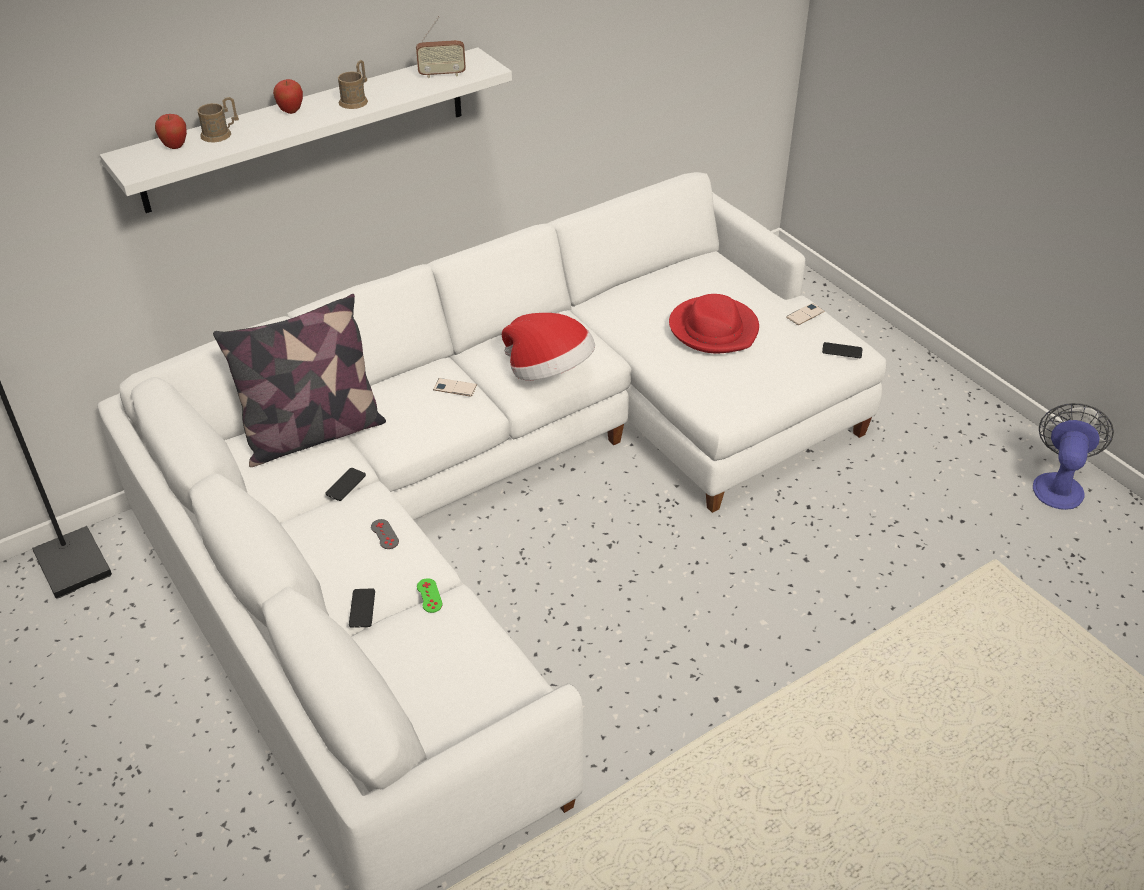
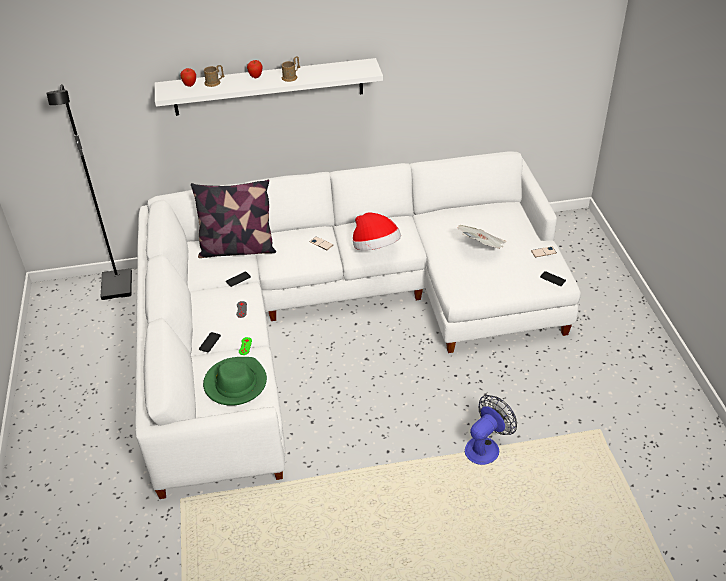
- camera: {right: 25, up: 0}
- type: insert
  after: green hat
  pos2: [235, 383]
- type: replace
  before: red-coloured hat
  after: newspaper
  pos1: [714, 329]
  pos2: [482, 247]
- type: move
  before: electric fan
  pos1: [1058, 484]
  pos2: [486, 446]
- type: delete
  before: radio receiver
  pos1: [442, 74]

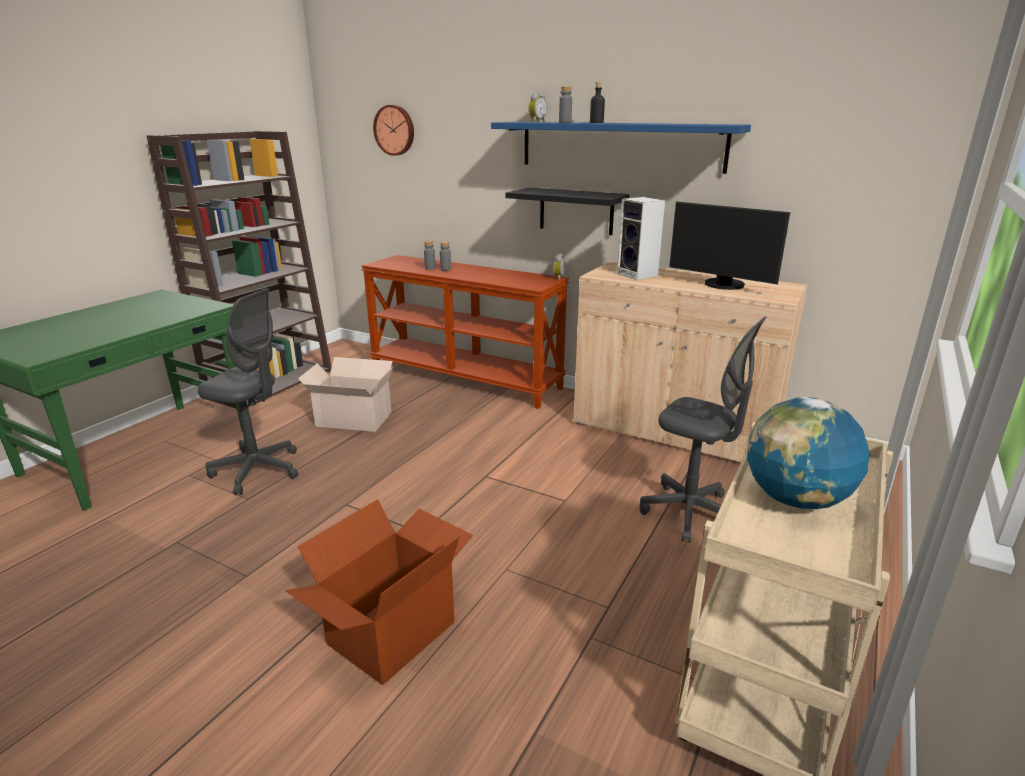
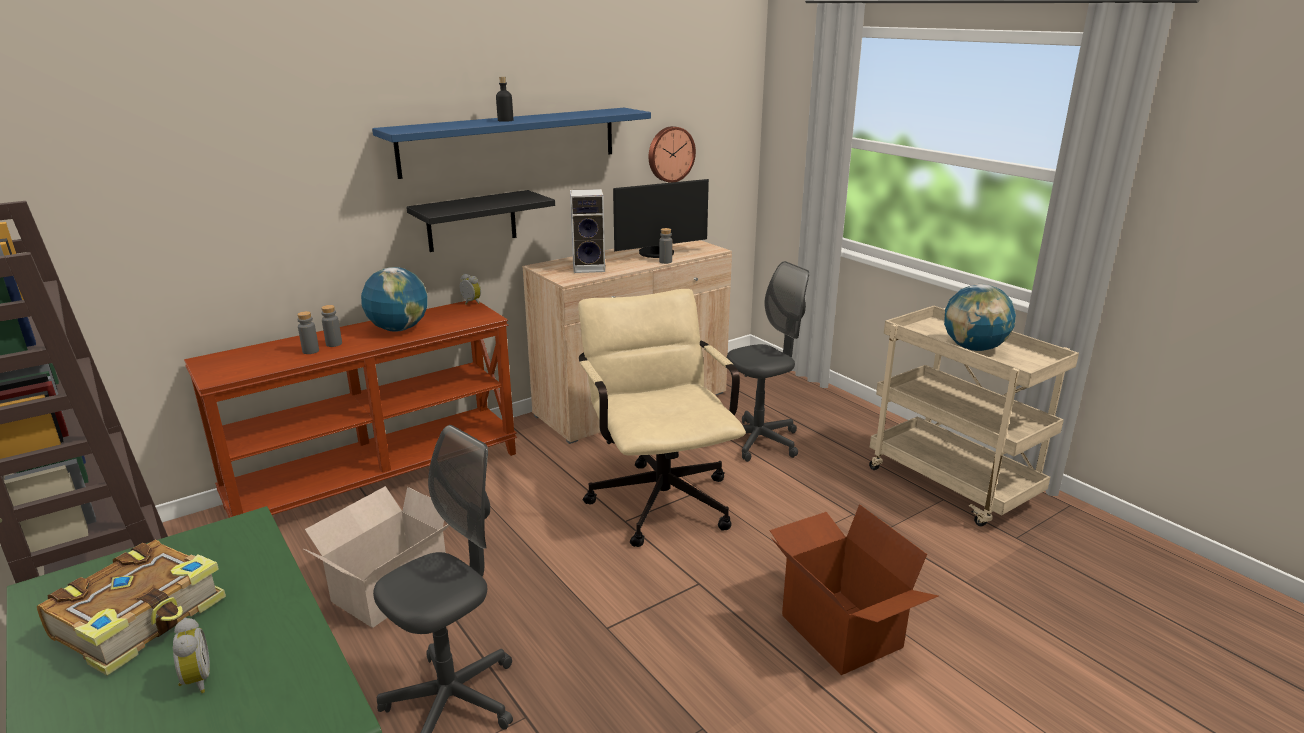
- camera: {right: -65, up: 0}
- type: insert
  after: volume
  pos2: [142, 619]
- type: move
  before: table clock
  pos1: [536, 121]
  pos2: [195, 681]
- type: insert
  after: desk globe
  pos2: [398, 329]
- type: insert
  after: beige office chair
  pos2: [658, 496]
- type: move
  before: clock on the wall
  pos1: [395, 130]
  pos2: [670, 154]
- type: move
  before: grey drink bottle
  pos1: [565, 122]
  pos2: [665, 261]

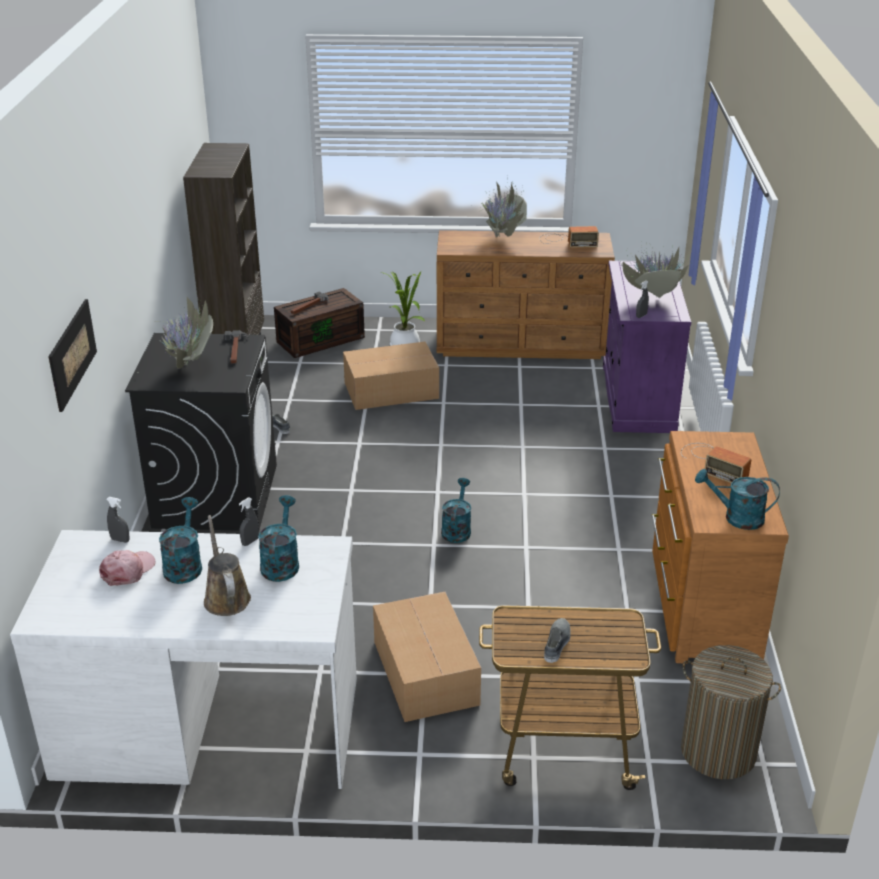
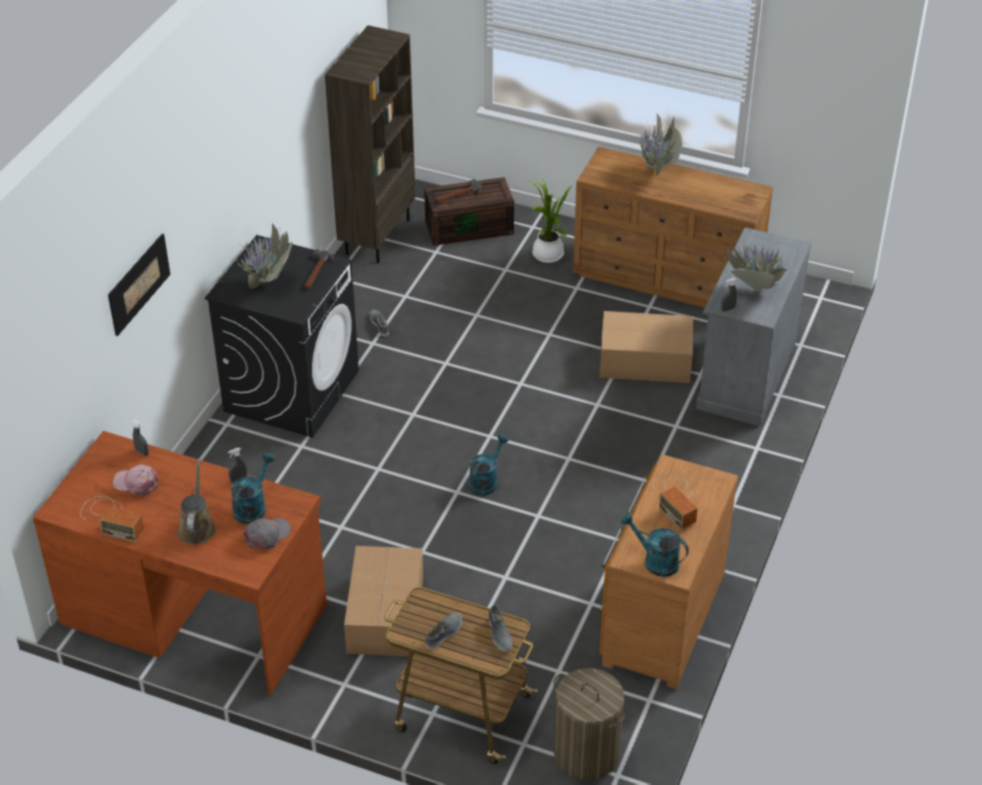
- camera: {right: 20, up: 10}
- type: recolor
  before: white desk unit
  after: brown desk unit
  pos1: [208, 725]
  pos2: [194, 612]
- type: move
  before: radio receiver
  pos1: [566, 241]
  pos2: [111, 518]
- type: rotate
  before: pink peaked cap
  pos1: [128, 571]
  pos2: [136, 483]
  turn: -120
- type: insert
  after: grey peaked cap
  pos2: [267, 535]
- type: insert
  after: grey shoe
  pos2: [499, 633]
- type: move
  before: packing box
  pos1: [389, 390]
  pos2: [643, 360]
- type: recolor
  before: purple storage cabinet
  after: grey storage cabinet
  pos1: [637, 398]
  pos2: [746, 374]
- type: delete
  before: turquoise sprinkling can
  pos1: [184, 565]

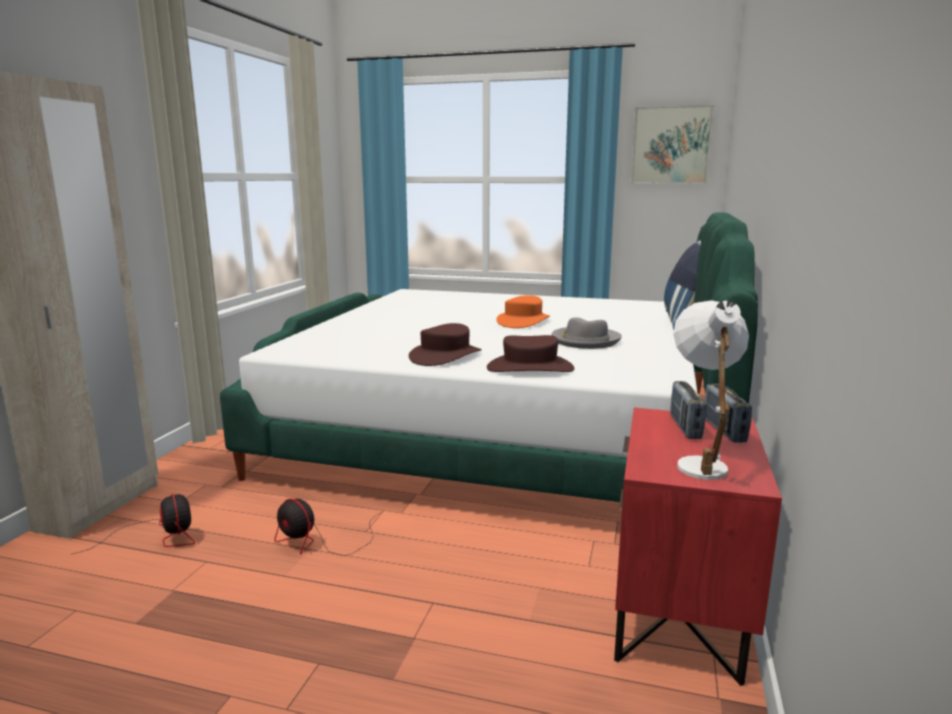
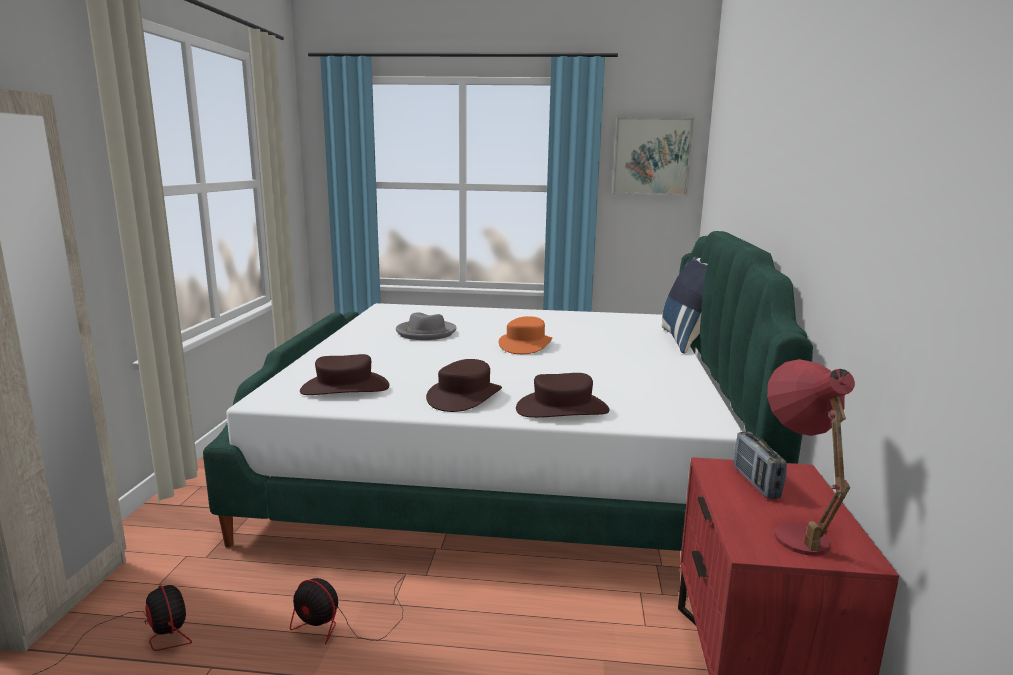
- camera: {right: -10, up: 0}
- type: insert
  after: brown hat
  pos2: [345, 388]
- type: move
  before: grey hat
  pos1: [585, 340]
  pos2: [426, 332]
- type: recolor
  before: white lamp for a table
  after: red-coloured lamp for a table
  pos1: [701, 461]
  pos2: [796, 529]
- type: delete
  before: radio receiver
  pos1: [724, 431]

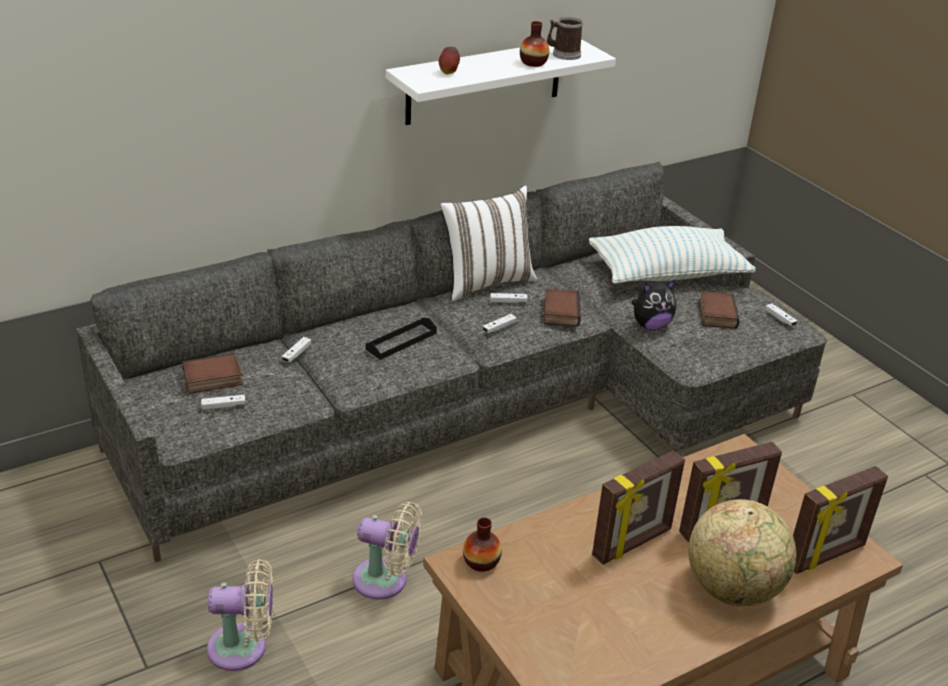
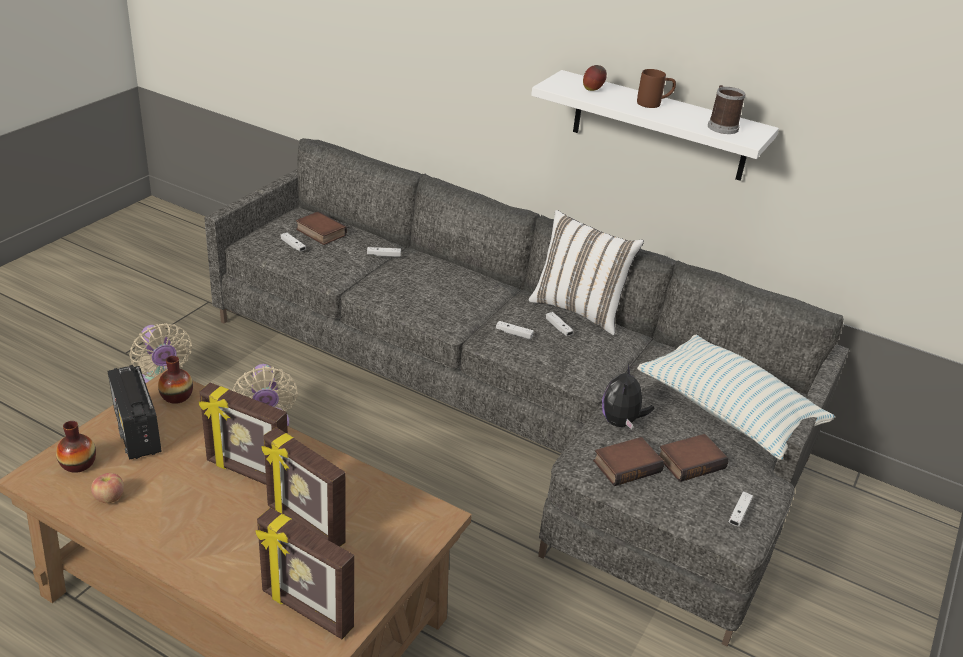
- camera: {right: 60, up: 0}
- type: move
  before: flower vase
  pos1: [533, 63]
  pos2: [78, 464]
- type: insert
  after: whole apple
  pos2: [109, 498]
- type: insert
  after: radio receiver
  pos2: [137, 432]
- type: move
  before: volume
  pos1: [559, 312]
  pos2: [627, 465]
- type: rotate
  before: plush toy
  pos1: [650, 325]
  pos2: [621, 422]
  turn: 60
- type: insert
  after: brown mug
  pos2: [654, 104]
- type: delete
  before: black carrying tray
  pos1: [401, 341]
- type: delete
  before: desk globe
  pos1: [733, 589]

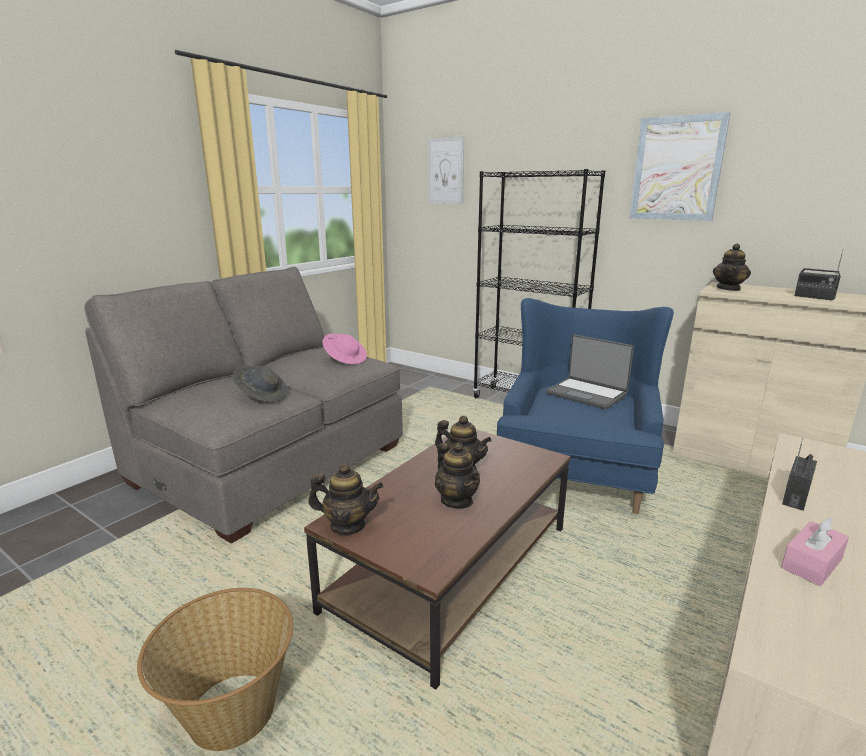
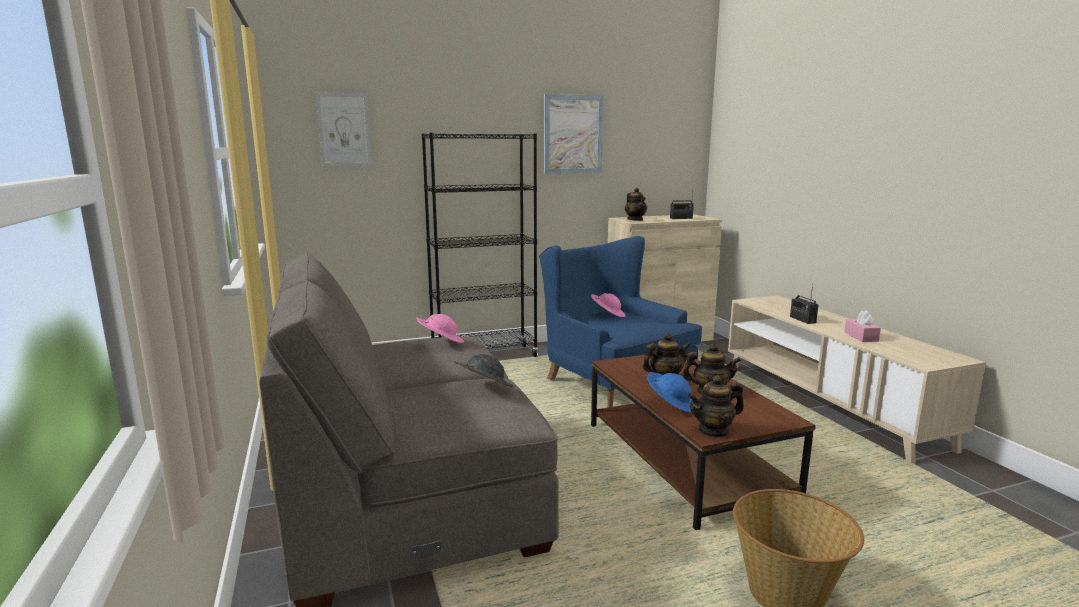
- camera: {right: -55, up: -5}
- type: replace
  before: notebook computer
  after: pink hat
  pos1: [587, 394]
  pos2: [608, 315]
- type: insert
  after: blue-coloured hat
  pos2: [671, 405]
- type: rotate
  before: tea pot
  pos1: [347, 525]
  pos2: [714, 431]
  turn: -150

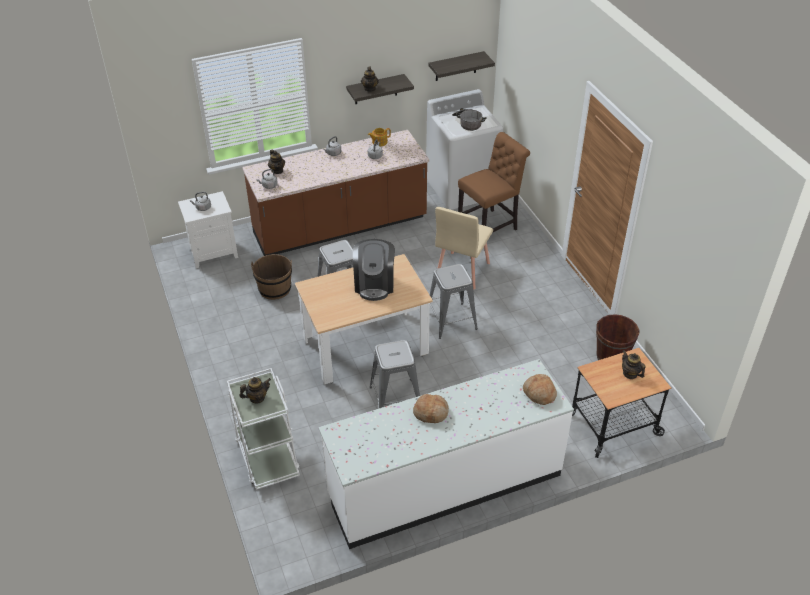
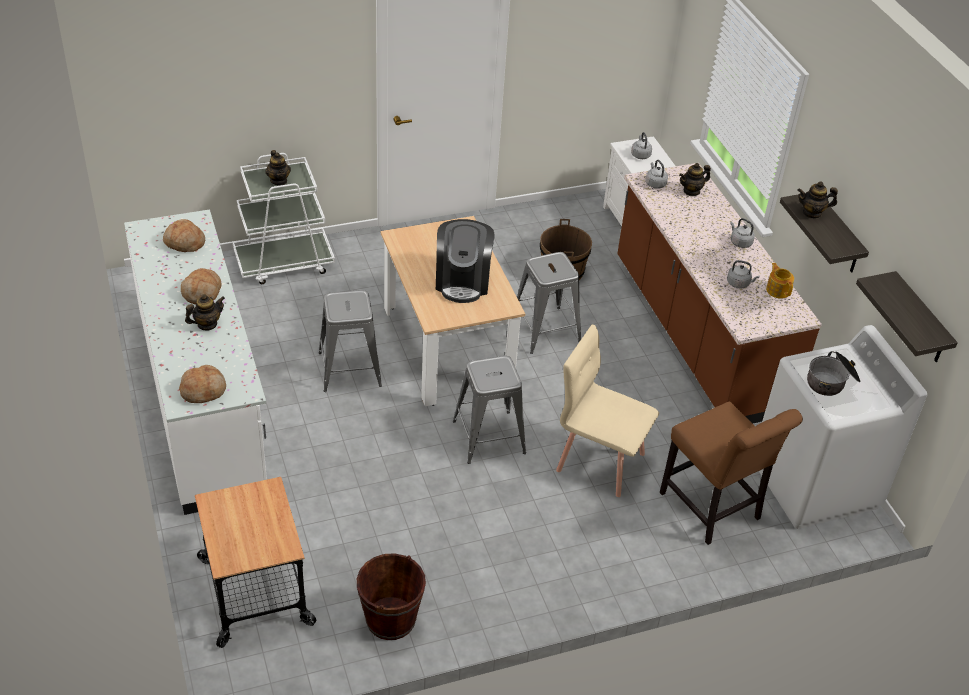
- camera: {right: 90, up: 0}
- type: insert
  after: bread
  pos2: [184, 242]
- type: move
  before: tea pot
  pos1: [630, 374]
  pos2: [207, 324]
- type: rotate
  before: coffee machine
  pos1: [374, 284]
  pos2: [463, 281]
  turn: -90

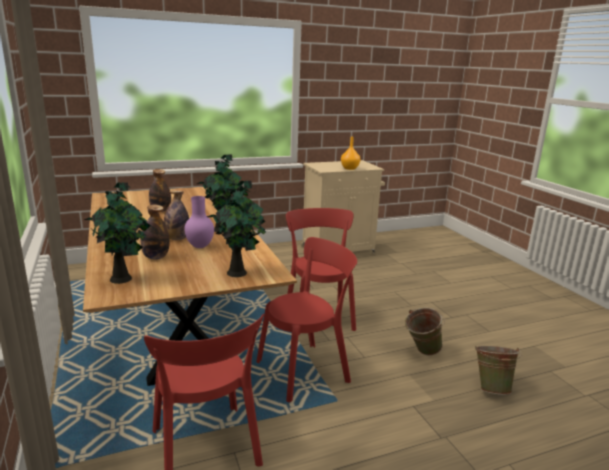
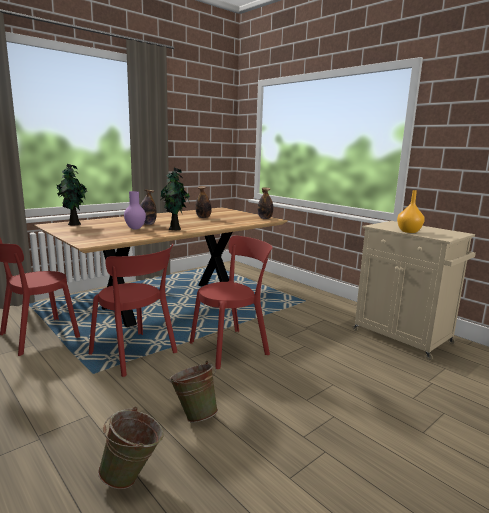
- camera: {right: 70, up: -5}
- type: move
  before: drink bottle
  pos1: [156, 257]
  pos2: [265, 218]
- type: delete
  before: potted plant
  pos1: [238, 272]

